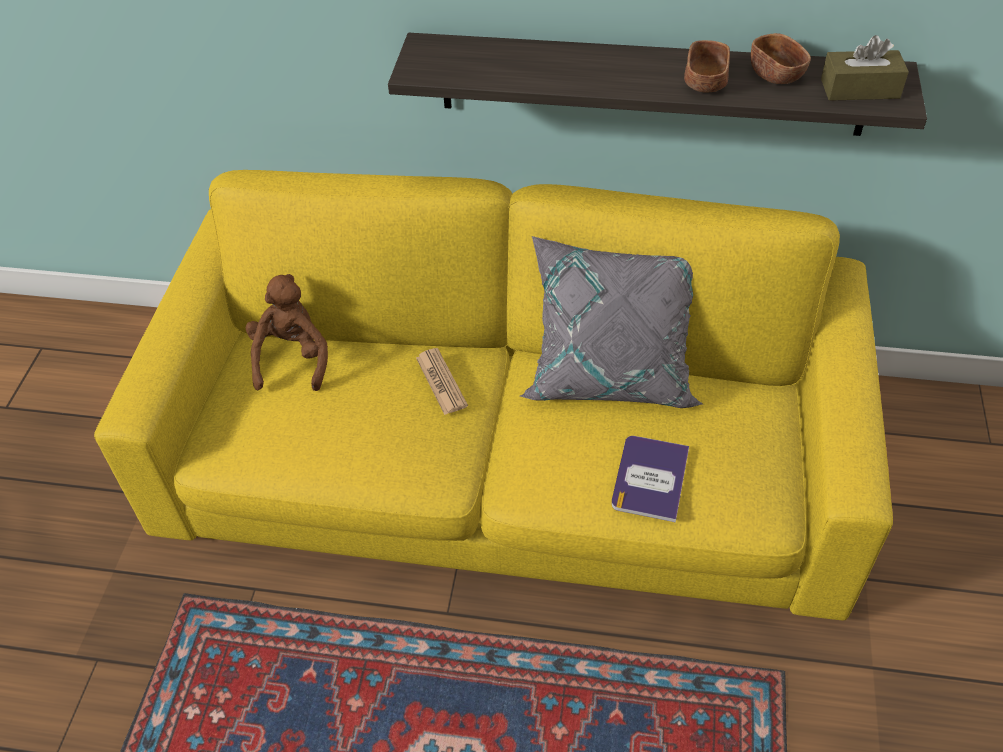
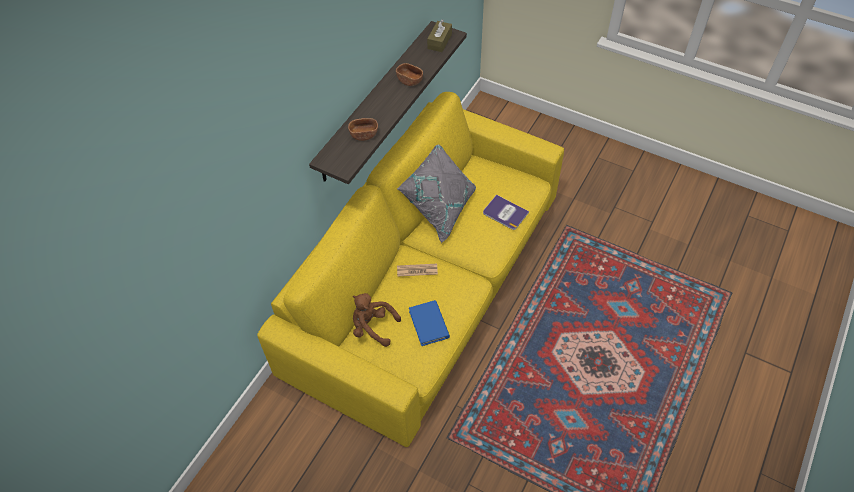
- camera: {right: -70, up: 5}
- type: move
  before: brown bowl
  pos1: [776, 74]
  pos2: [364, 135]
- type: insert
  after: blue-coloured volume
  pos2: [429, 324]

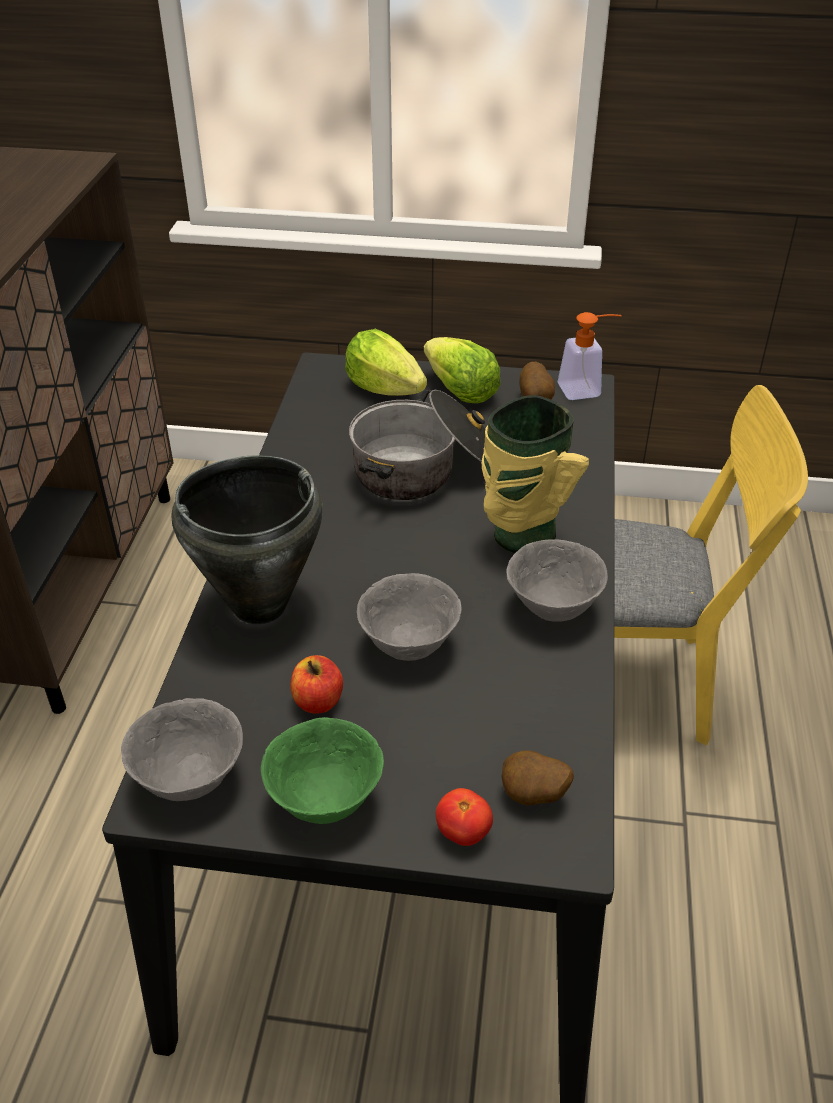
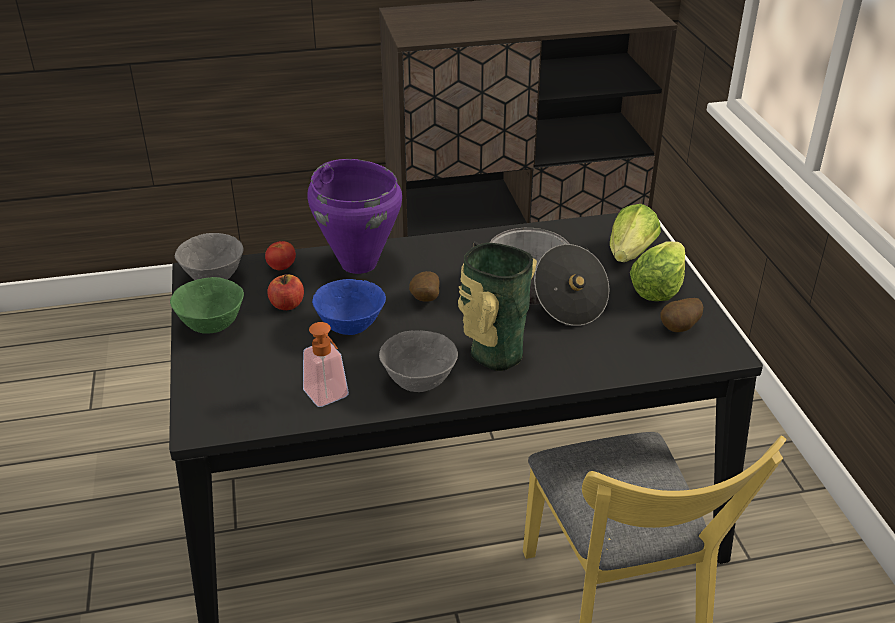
- camera: {right: 70, up: -5}
- type: move
  before: fresh tomato
  pos1: [463, 832]
  pos2: [281, 267]
- type: move
  before: soap dispenser
  pos1: [586, 389]
  pos2: [329, 398]
- type: recolor
  before: black stockpot
  after: purple stockpot
  pos1: [258, 605]
  pos2: [359, 263]
- type: recolor
  before: grey bowl
  after: blue-coloured bowl
  pos1: [409, 644]
  pos2: [351, 328]
- type: move
  before: spud
  pos1: [533, 797]
  pos2: [424, 300]

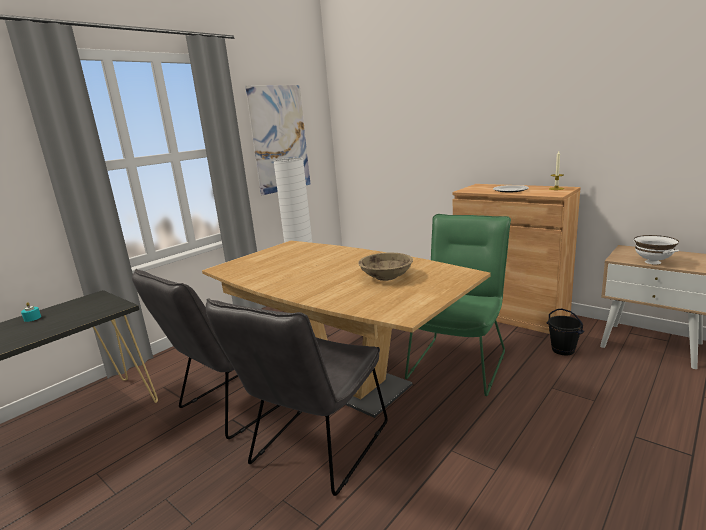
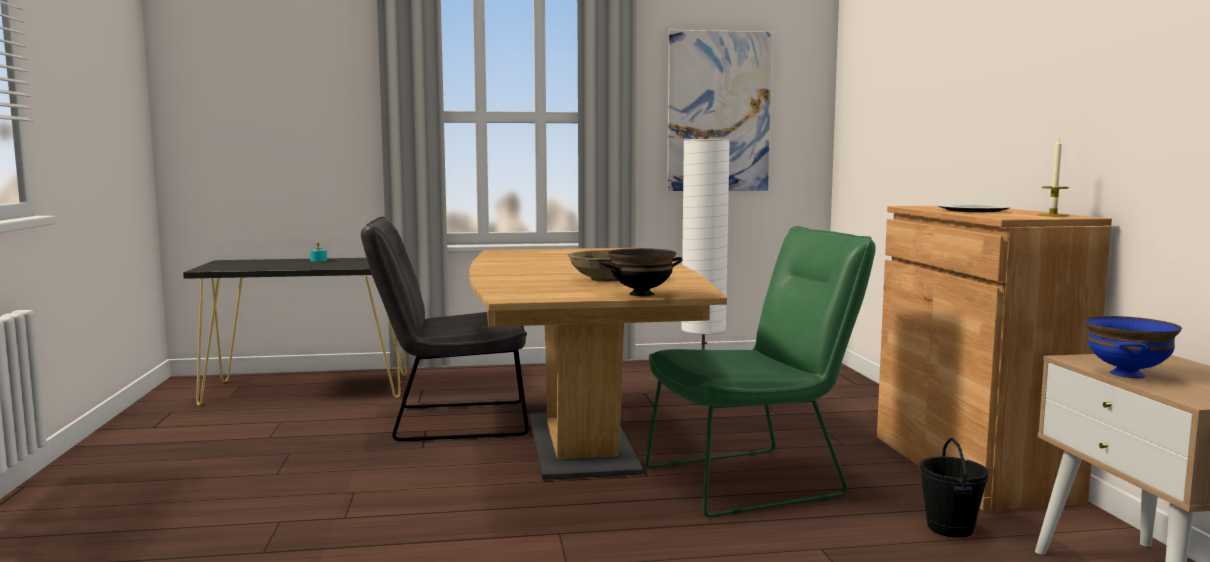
- camera: {right: 40, up: -10}
- type: insert
  after: black bowl
  pos2: [641, 294]
- type: recolor
  before: white bowl
  after: blue-coloured bowl
  pos1: [652, 262]
  pos2: [1126, 374]
- type: delete
  before: grey upright chair
  pos1: [315, 449]

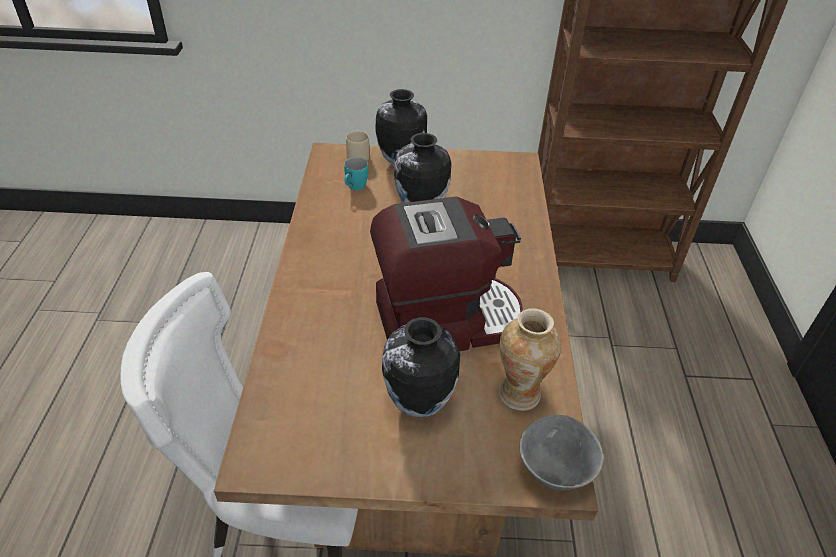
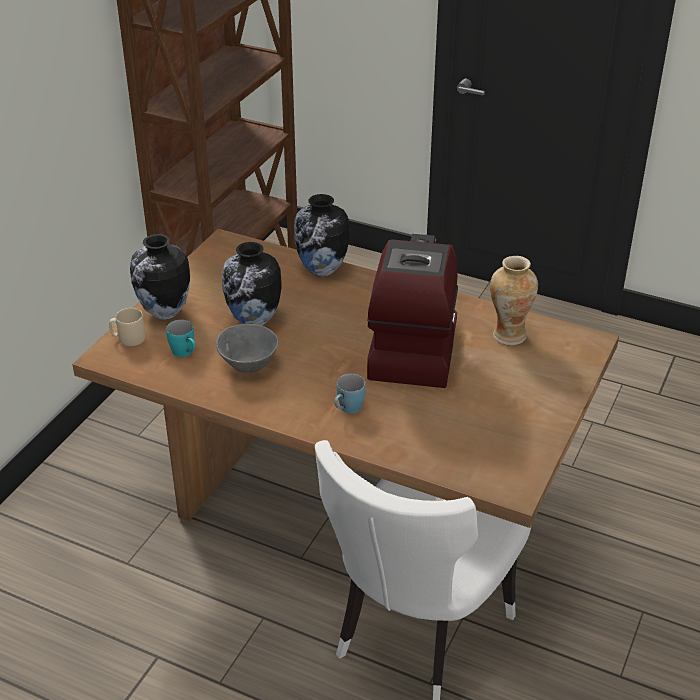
- camera: {right: -65, up: -5}
- type: move
  before: grey bowl
  pos1: [552, 470]
  pos2: [247, 366]
- type: move
  before: flower vase
  pos1: [417, 404]
  pos2: [322, 271]
- type: insert
  after: blue-coloured mug
  pos2: [347, 409]

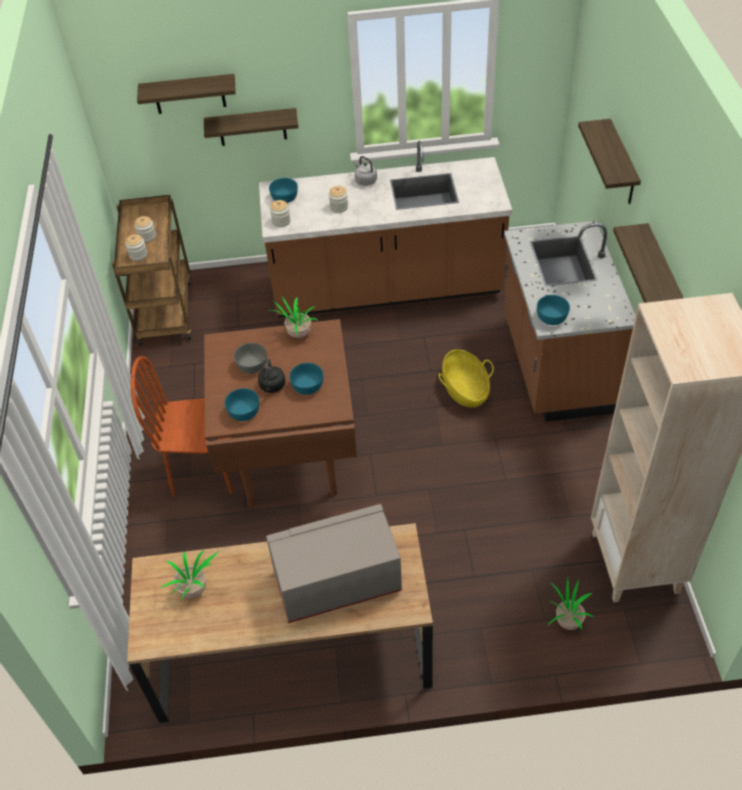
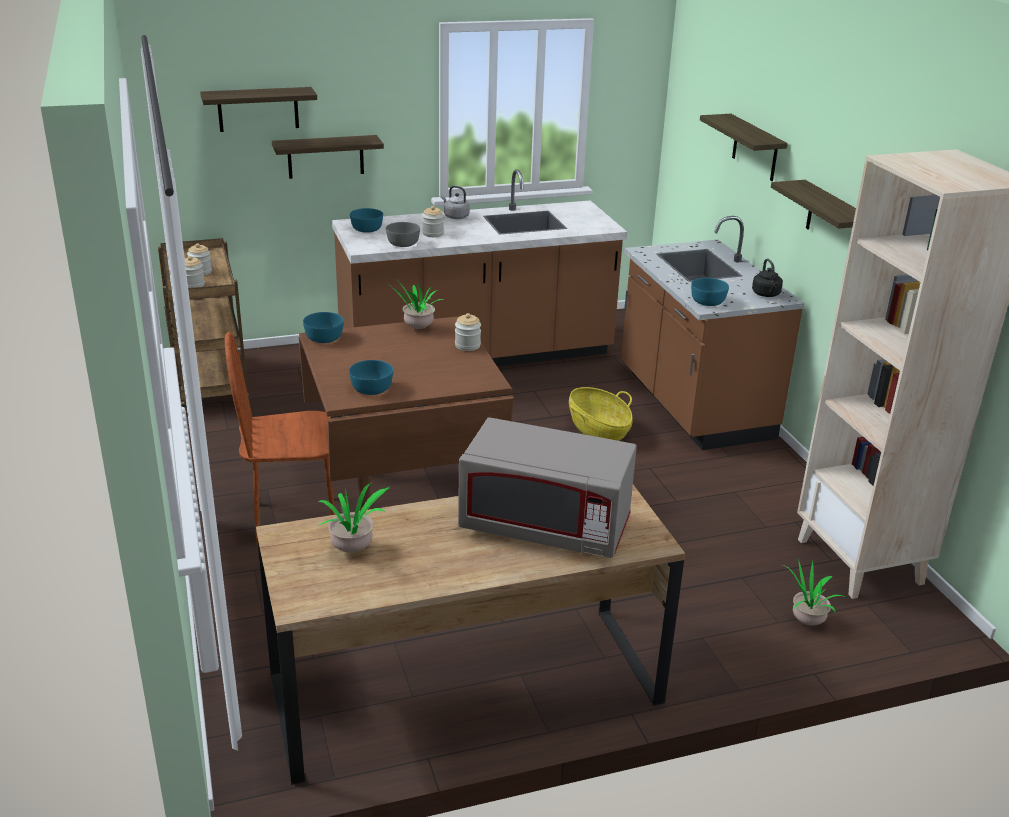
- camera: {right: -15, up: -20}
- type: move
  before: turquoise bowl
  pos1: [308, 385]
  pos2: [324, 337]
- type: move
  before: grey bowl
  pos1: [252, 365]
  pos2: [403, 243]
- type: move
  before: preserve jar
  pos1: [281, 221]
  pos2: [467, 345]
- type: rotate
  before: grey microwave
  pos1: [337, 582]
  pos2: [545, 527]
  turn: -135
- type: move
  before: black kettle
  pos1: [272, 387]
  pos2: [766, 294]

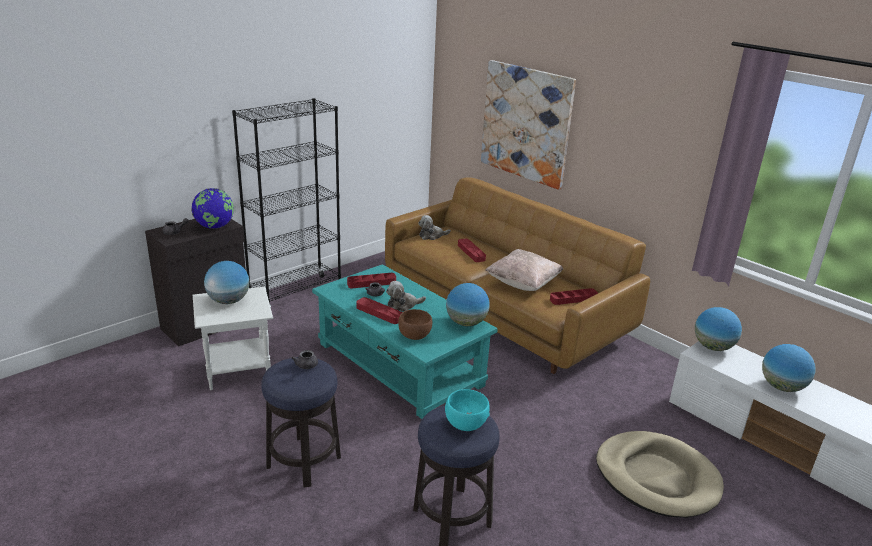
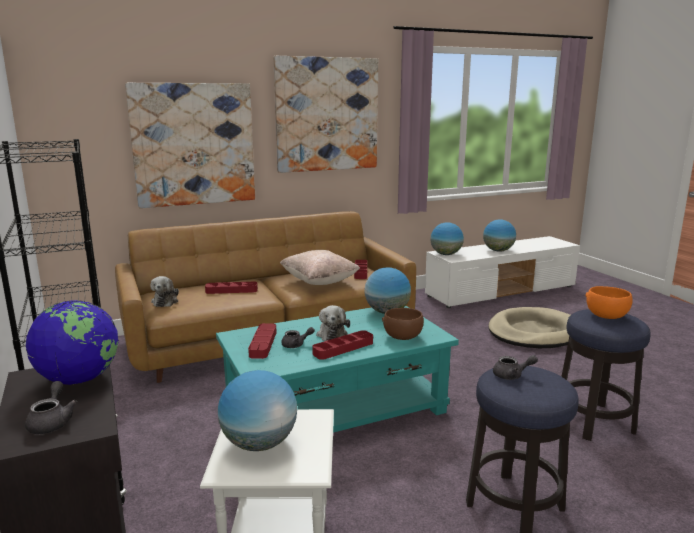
- camera: {right: -70, up: -10}
- type: insert
  after: wall art
  pos2: [327, 114]
- type: recolor
  before: turquoise bowl
  after: orange-coloured bowl
  pos1: [465, 424]
  pos2: [606, 316]

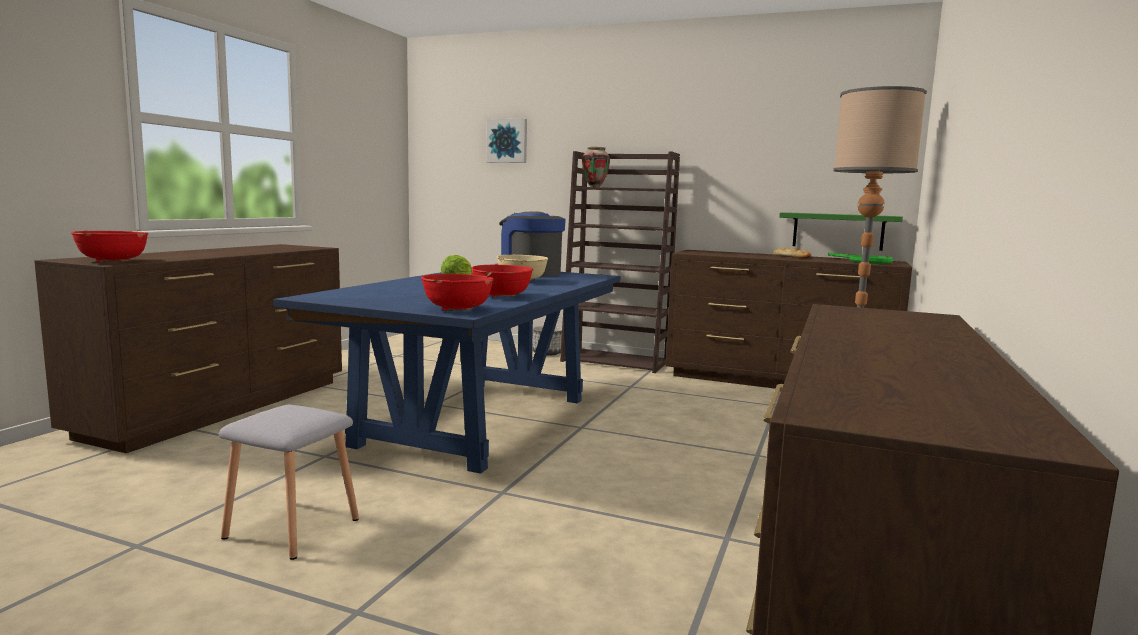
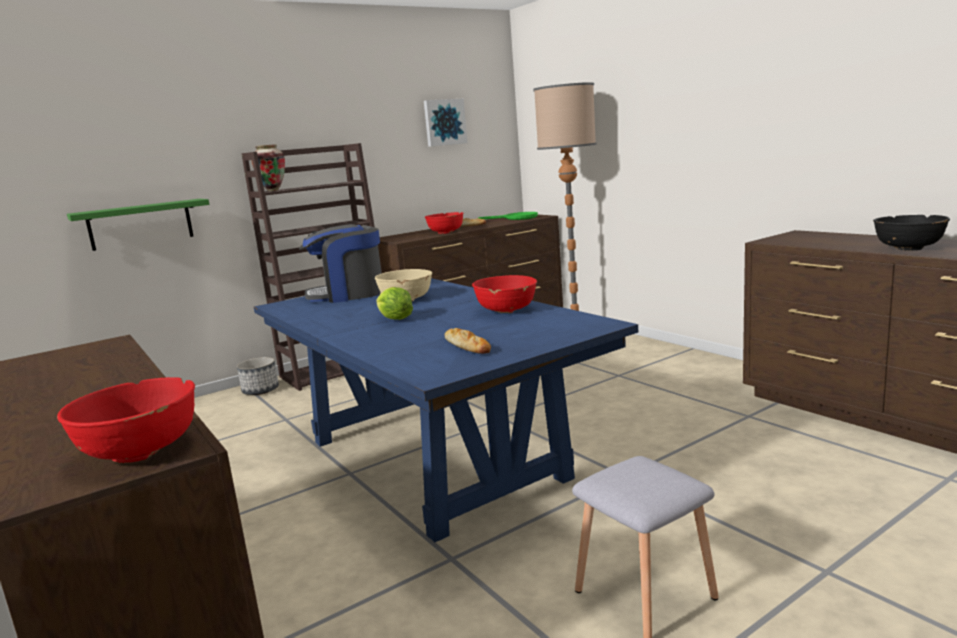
- camera: {right: -55, up: 5}
- type: move
  before: green bracket shelf
  pos1: [838, 231]
  pos2: [140, 224]
- type: move
  before: wall art
  pos1: [507, 141]
  pos2: [444, 122]
- type: move
  before: red-coloured bowl
  pos1: [457, 309]
  pos2: [445, 232]
- type: insert
  after: bread
  pos2: [467, 346]
- type: insert
  after: black bowl
  pos2: [908, 248]

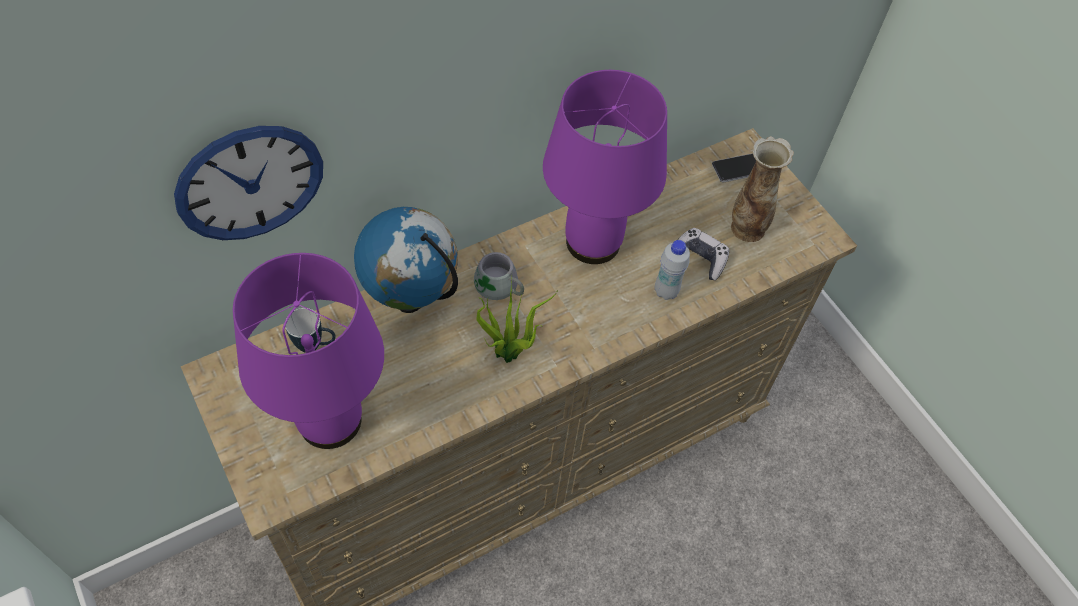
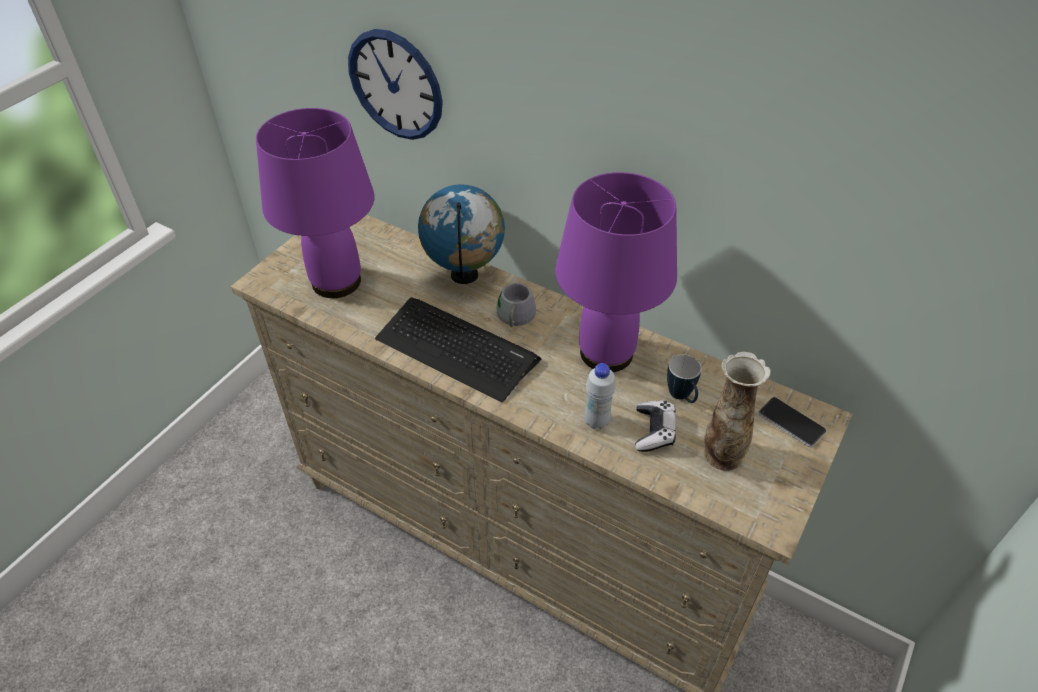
- camera: {right: 65, up: -10}
- type: replace
  before: potted plant
  after: PC keyboard
  pos1: [510, 354]
  pos2: [456, 349]
- type: move
  before: mug
  pos1: [315, 345]
  pos2: [682, 397]

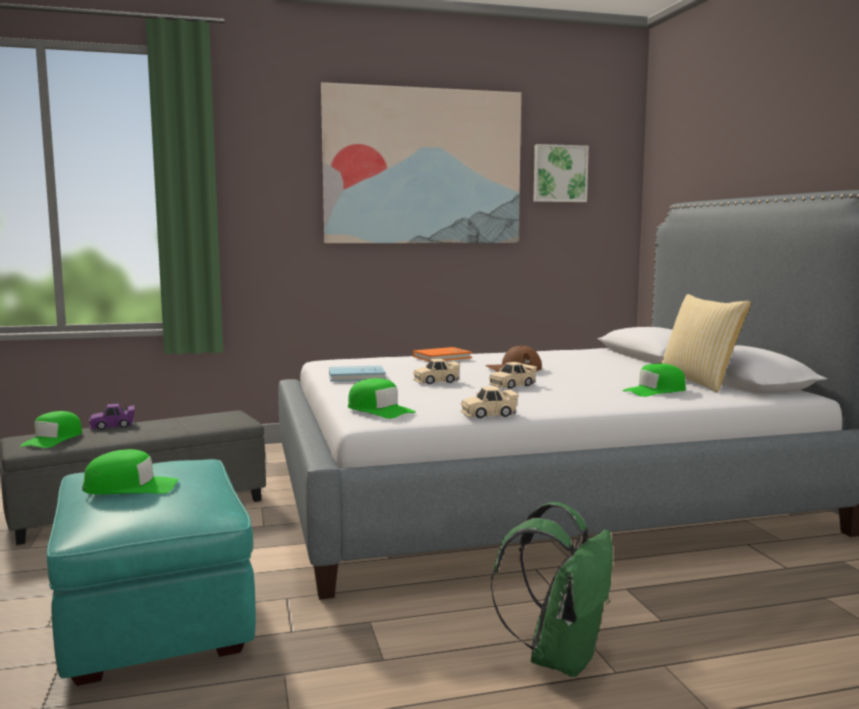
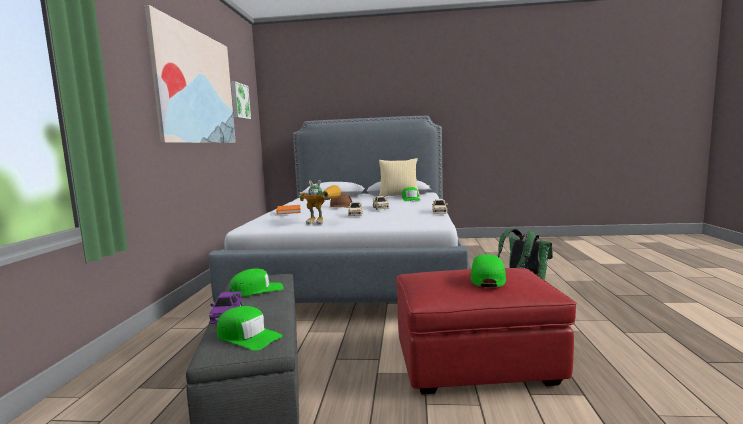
- camera: {right: -70, up: 0}
- type: move
  before: green peaked cap
  pos1: [379, 410]
  pos2: [256, 290]
- type: replace
  before: blue-coloured volume
  after: toy robot
  pos1: [356, 377]
  pos2: [323, 222]
- type: recolor
  before: turquoise footrest
  after: red-coloured footrest
  pos1: [155, 618]
  pos2: [476, 364]

